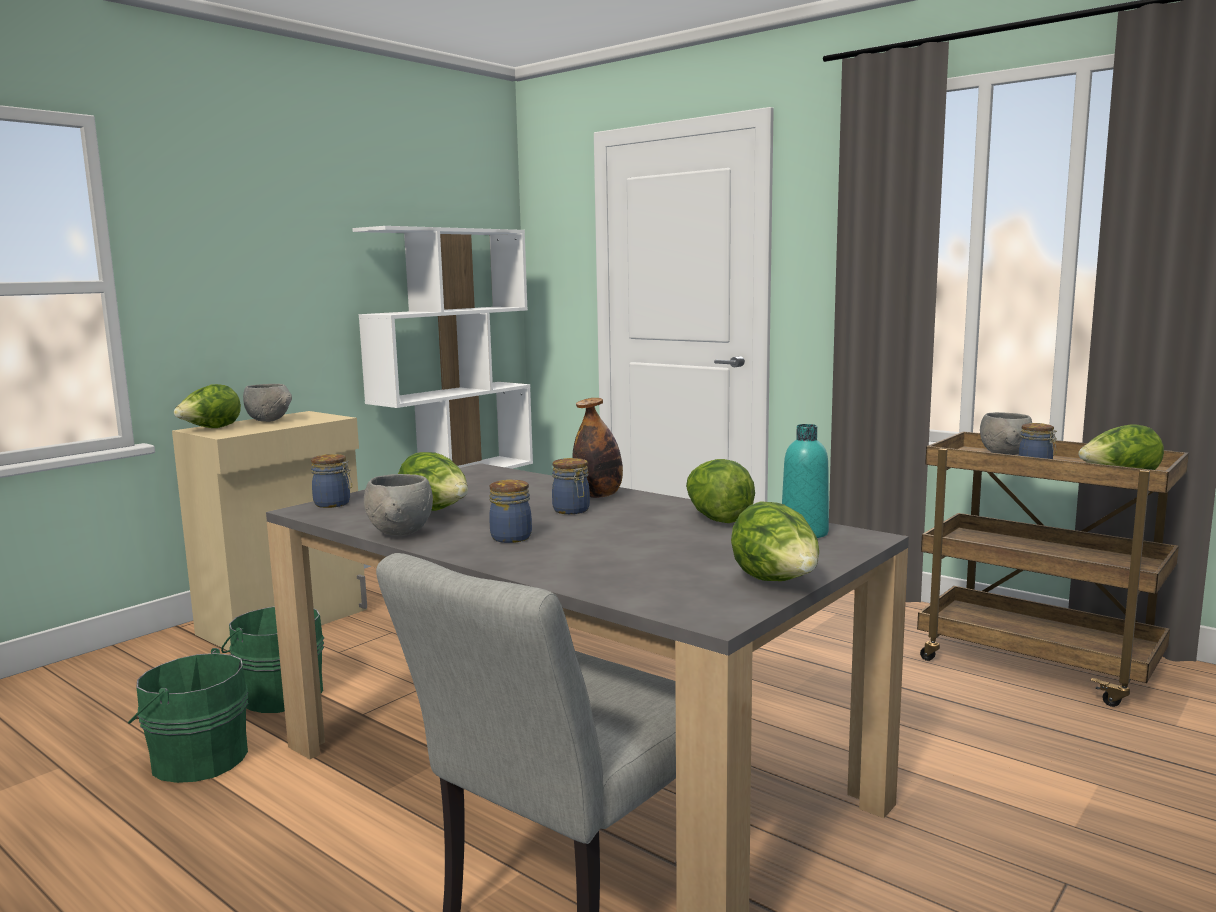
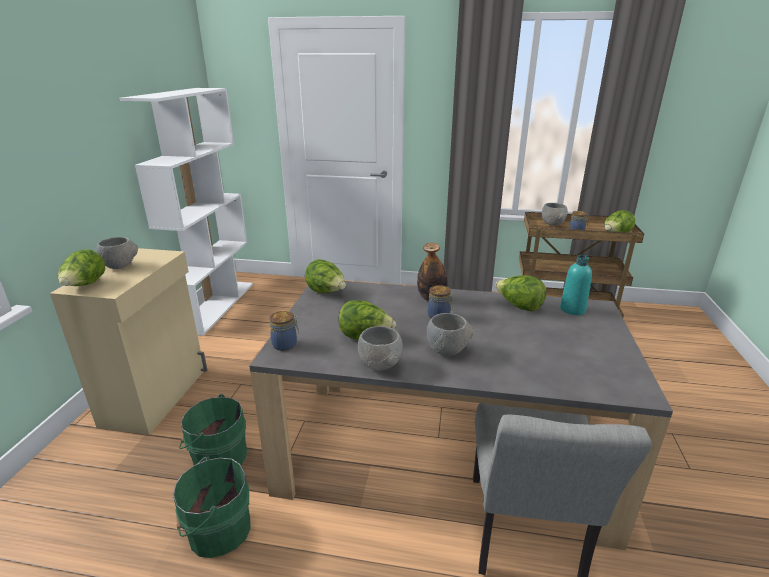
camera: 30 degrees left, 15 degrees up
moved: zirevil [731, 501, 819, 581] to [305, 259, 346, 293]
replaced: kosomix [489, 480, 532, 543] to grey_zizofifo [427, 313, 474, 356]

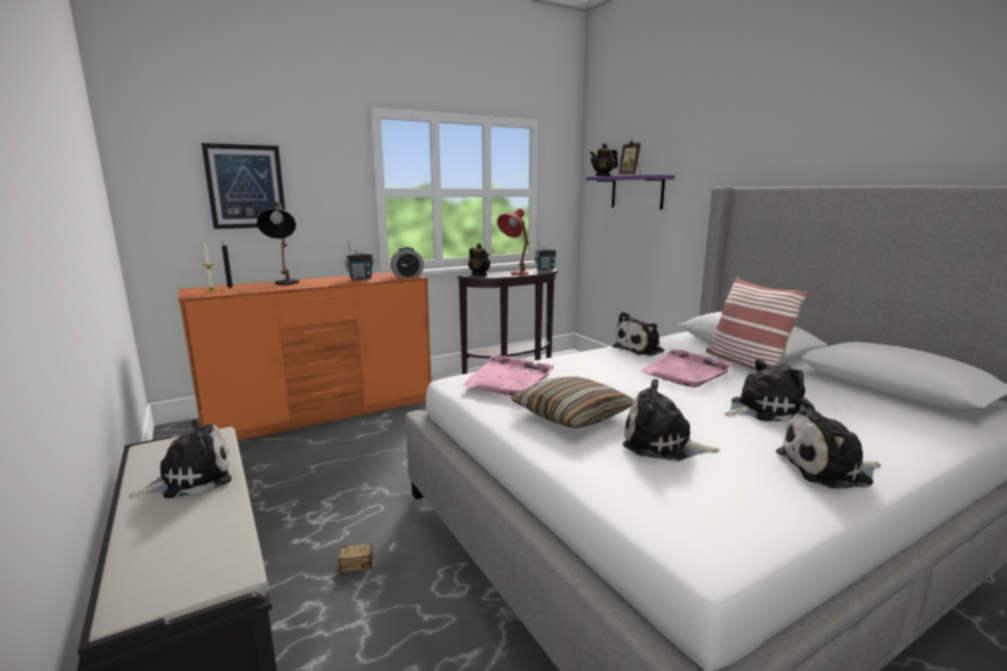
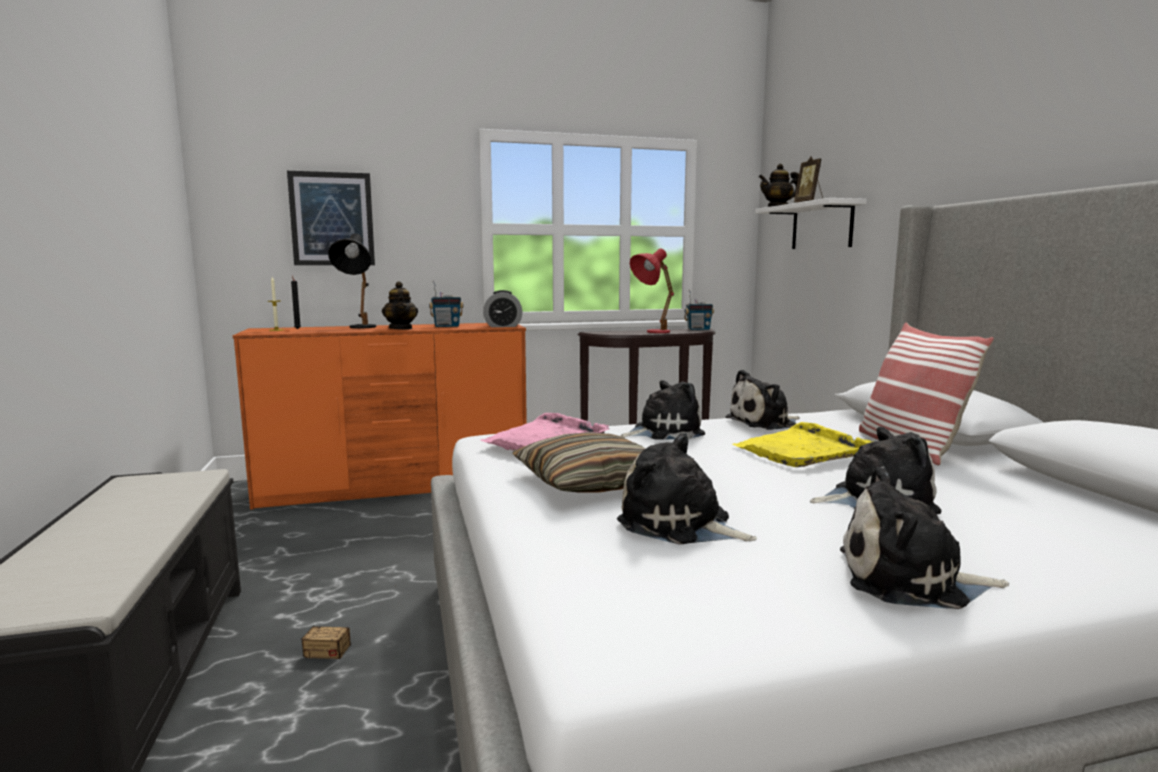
camera: 15 degrees right, 5 degrees down
moved: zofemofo [128, 419, 232, 499] to [620, 380, 705, 440]; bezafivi [468, 243, 491, 277] to [382, 281, 418, 329]
recoloured: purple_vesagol [586, 175, 675, 210] to white_vesagol [755, 198, 867, 249]; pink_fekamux [639, 349, 734, 388] to yellow_fekamux [733, 422, 874, 467]

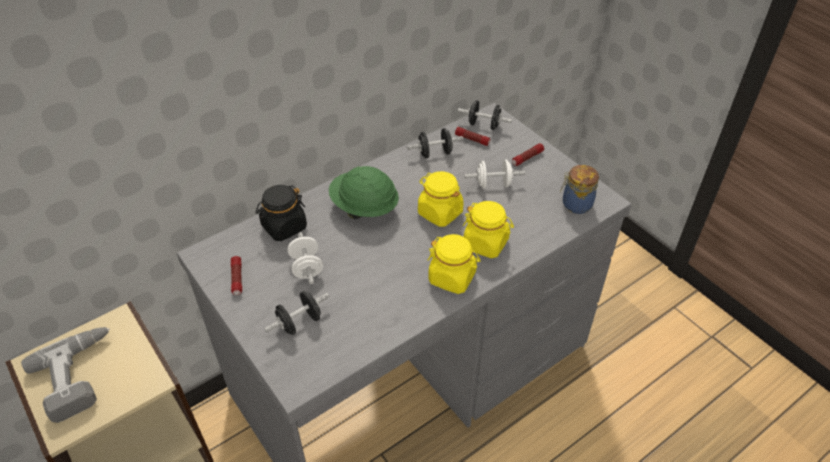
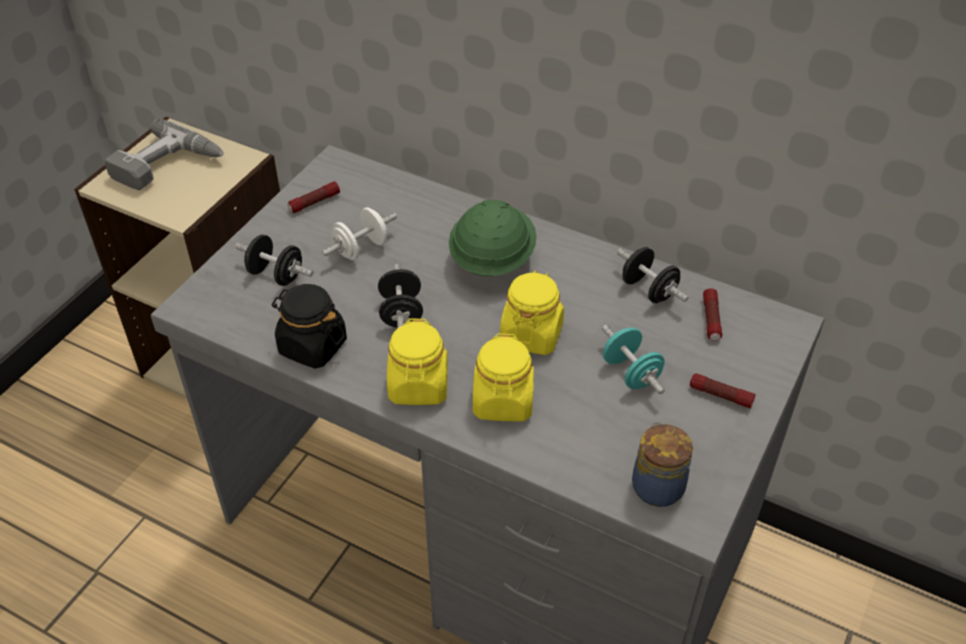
camera: 65 degrees right, 0 degrees up
moved: black_kosomix [255, 185, 307, 241] to [272, 284, 347, 369]; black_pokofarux [458, 100, 512, 130] to [378, 264, 423, 328]
recoloured: white_pokofarux [464, 159, 525, 189] to turquoise_pokofarux [602, 325, 665, 394]

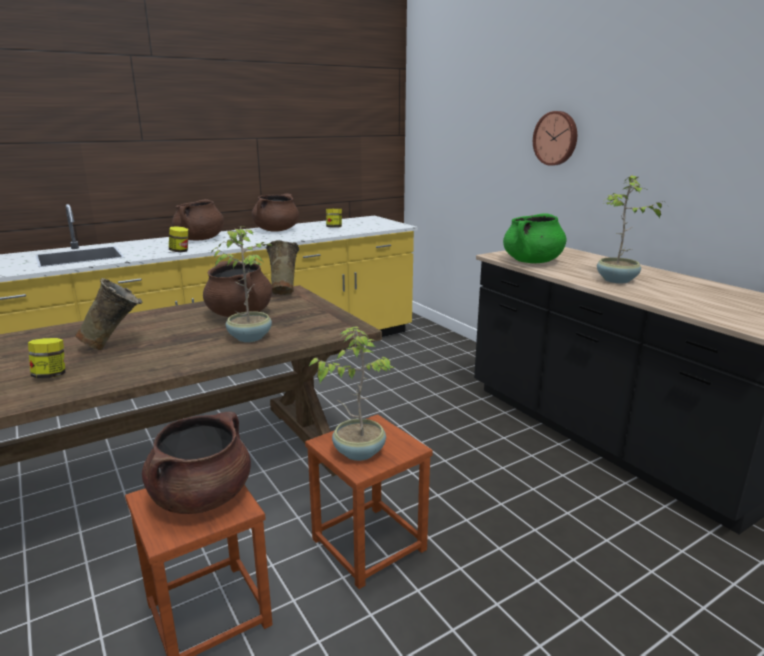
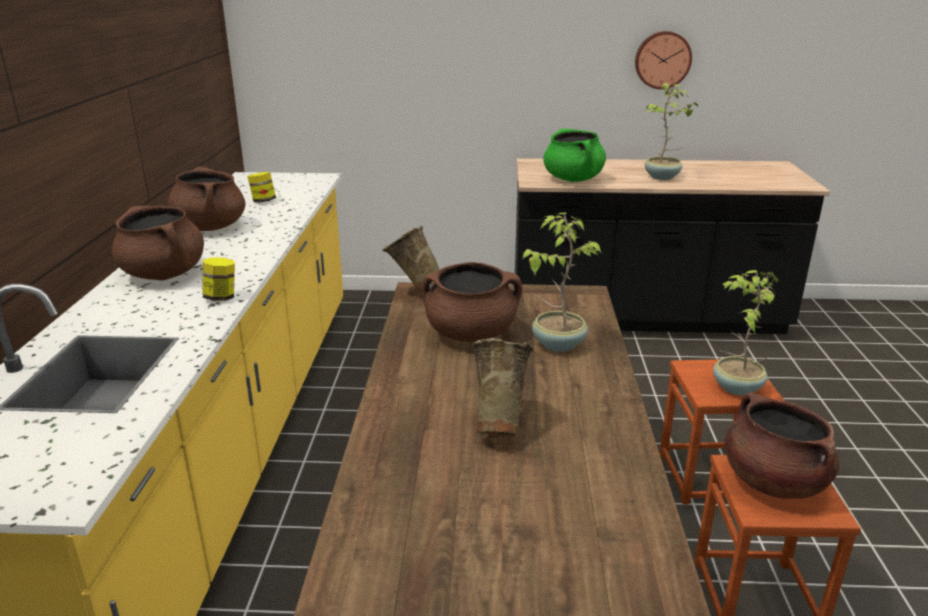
camera: 55 degrees left, 5 degrees up
removed: kosomix [28, 338, 65, 378]
moved: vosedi [533, 111, 577, 166] to [635, 31, 692, 89]

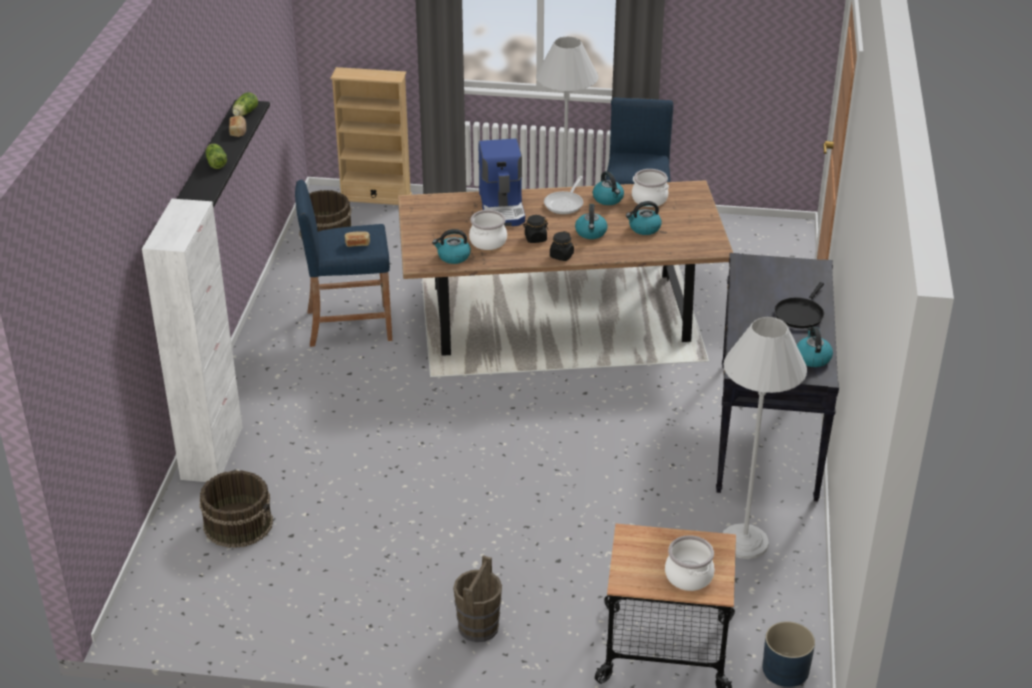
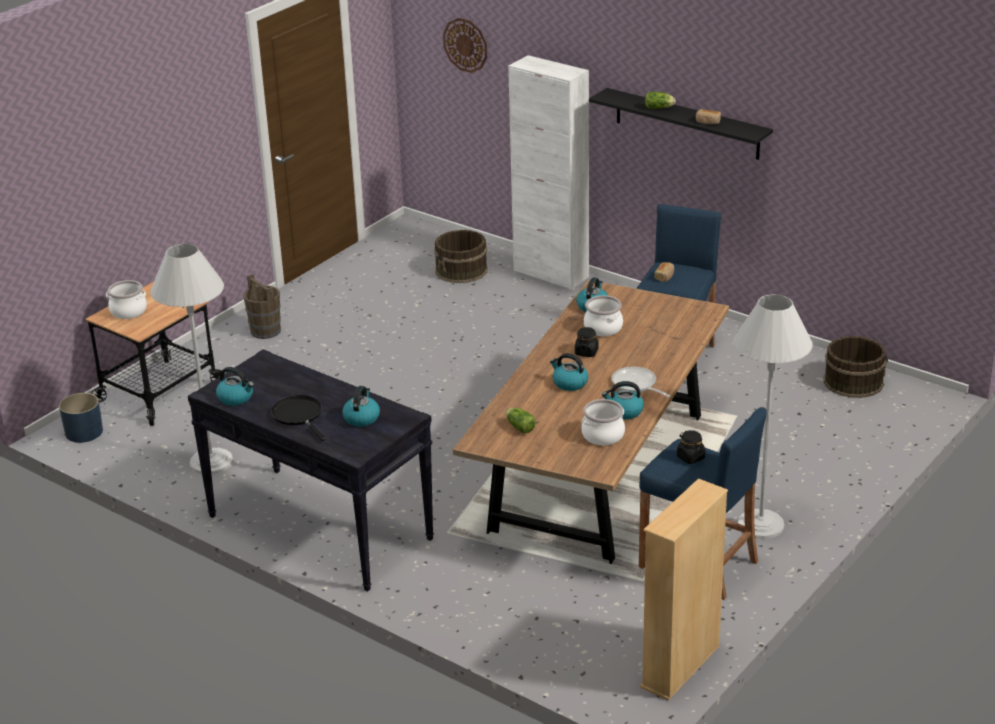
camera: 120 degrees right, 5 degrees down
removed: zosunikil [478, 139, 525, 226]
added: vosedi [443, 18, 487, 73]
moved: zirevil [232, 92, 258, 116] to [506, 408, 536, 433]; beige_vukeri [330, 67, 412, 205] to [640, 478, 728, 701]; black_kosomix [550, 231, 574, 261] to [677, 430, 705, 464]; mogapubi [626, 201, 662, 235] to [342, 386, 380, 427]

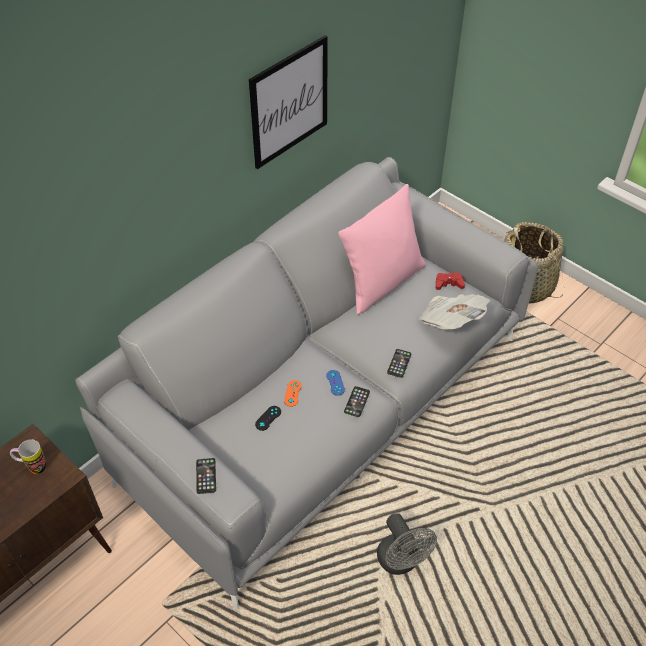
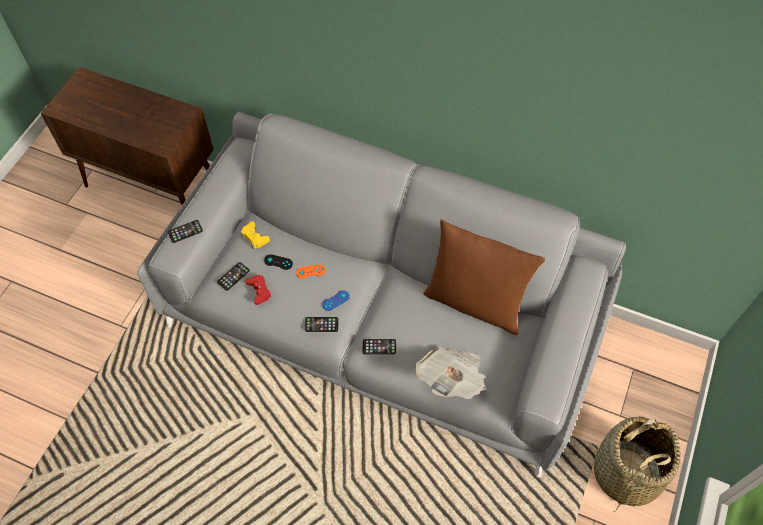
camera: 70 degrees right, 10 degrees up
removed: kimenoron [10, 439, 46, 474]; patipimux [249, 35, 328, 169]; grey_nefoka [377, 513, 437, 575]
added: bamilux [217, 262, 250, 291]; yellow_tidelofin [241, 221, 270, 249]
moved: red_tidelofin [436, 272, 465, 290] to [246, 275, 272, 305]
recoloured: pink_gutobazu [338, 184, 426, 315] to brown_gutobazu [423, 219, 545, 335]

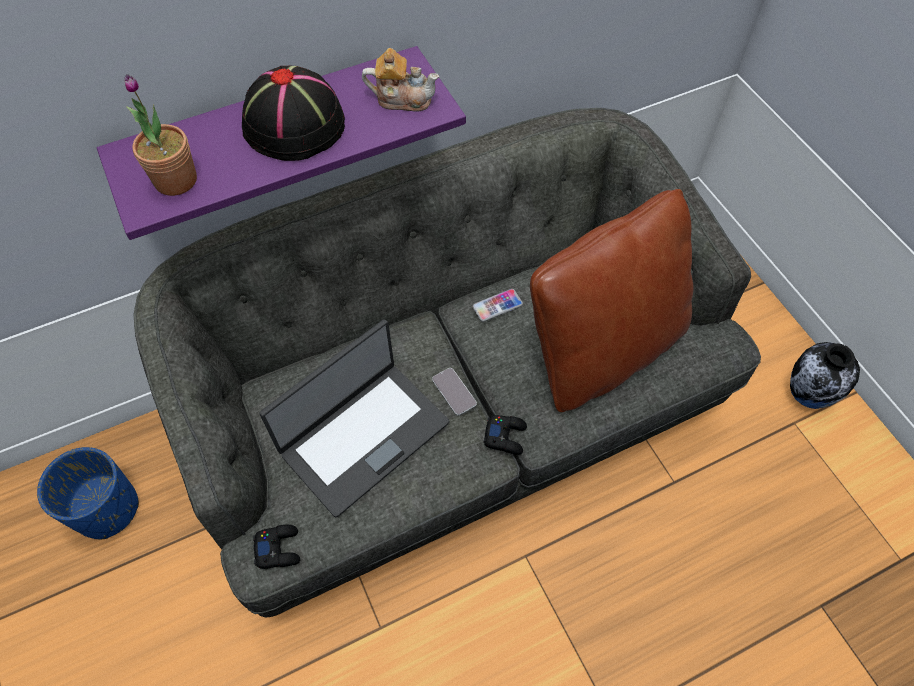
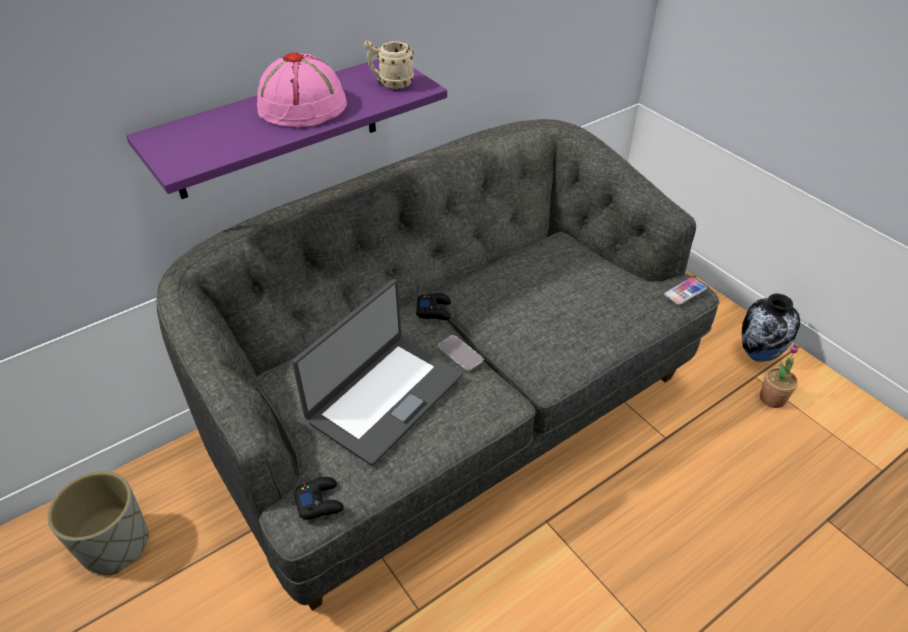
camera: 10 degrees left, 15 degrees down
removed: brown_gutobazu [530, 189, 693, 412]
moved: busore [124, 74, 197, 196] to [760, 344, 799, 408]; bamilux [473, 289, 523, 322] to [664, 278, 707, 305]; black_tidelofin [483, 415, 527, 455] to [416, 293, 451, 320]
replaced: bezafivi [362, 48, 439, 111] to beige_kimenoron [364, 41, 414, 89]
recoloured: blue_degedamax [37, 447, 139, 539] to grey_degedamax [47, 471, 149, 575]; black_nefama [242, 66, 345, 161] to pink_nefama [257, 52, 347, 127]

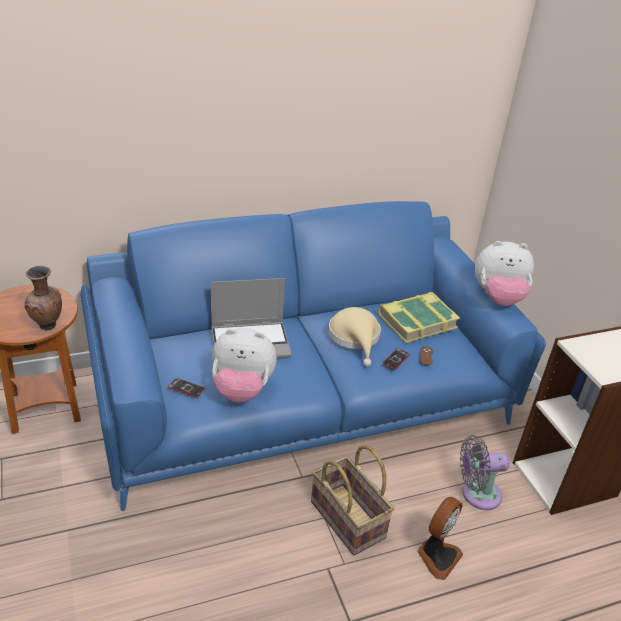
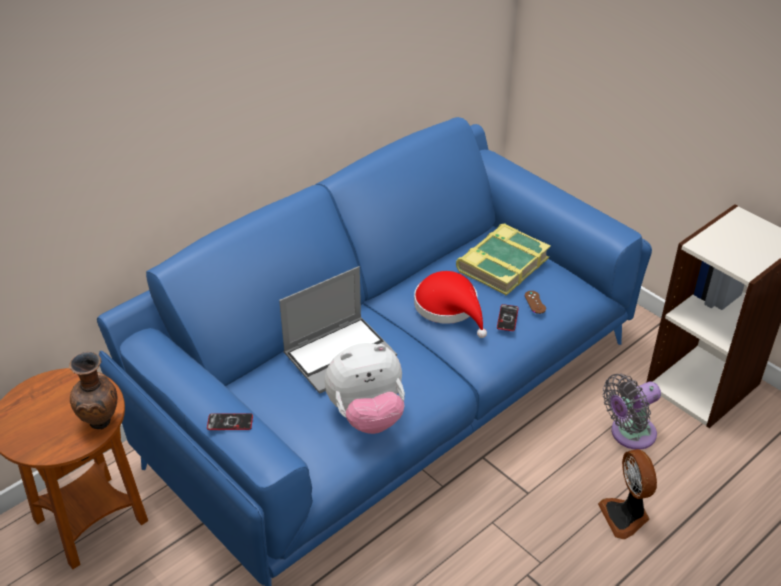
camera: 20 degrees left, 5 degrees up
removed: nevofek [311, 445, 394, 555]; zofemofo [475, 241, 534, 306]
moved: bamilux [168, 378, 205, 398] to [207, 413, 253, 430]
recoloured: beige_nefama [328, 307, 381, 366] to red_nefama [414, 271, 487, 338]
turned: nefoka [417, 497, 463, 580] = [598, 449, 657, 539] 150 degrees clockwise

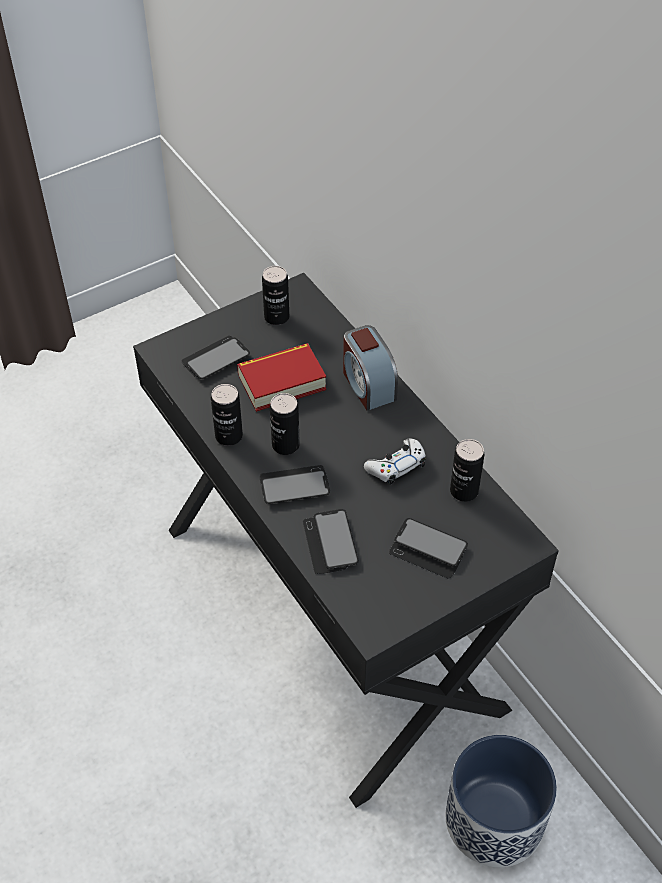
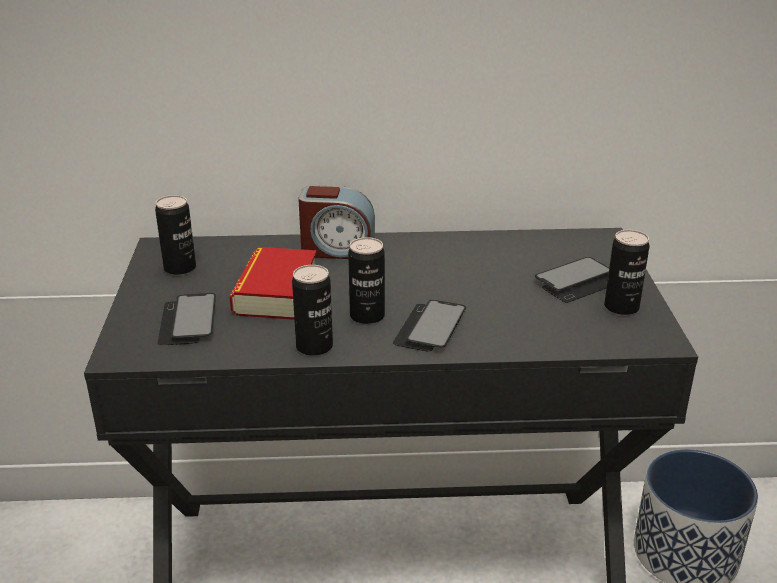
camera: 60 degrees left, 20 degrees down
removed: bamilux [303, 509, 359, 574]; white_tidelofin [364, 438, 425, 485]
moved: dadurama [450, 439, 484, 502] to [604, 230, 650, 316]

